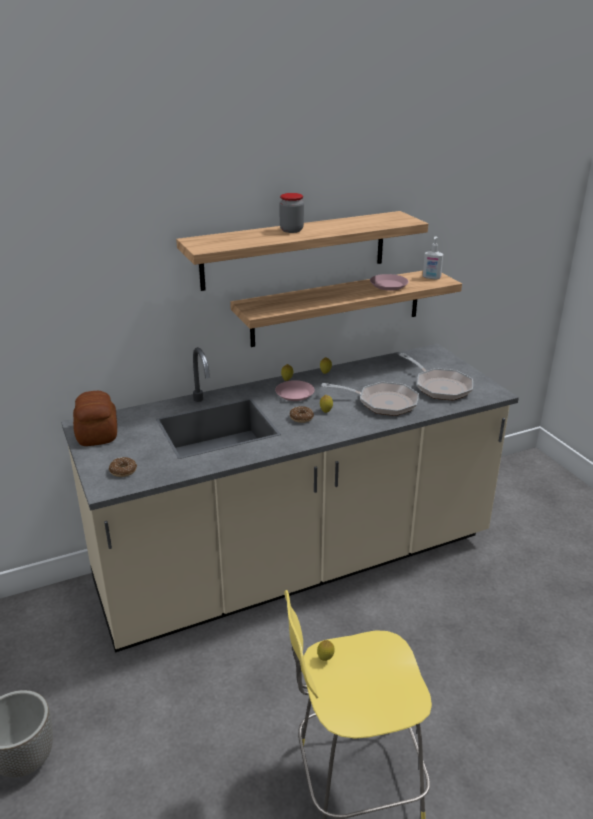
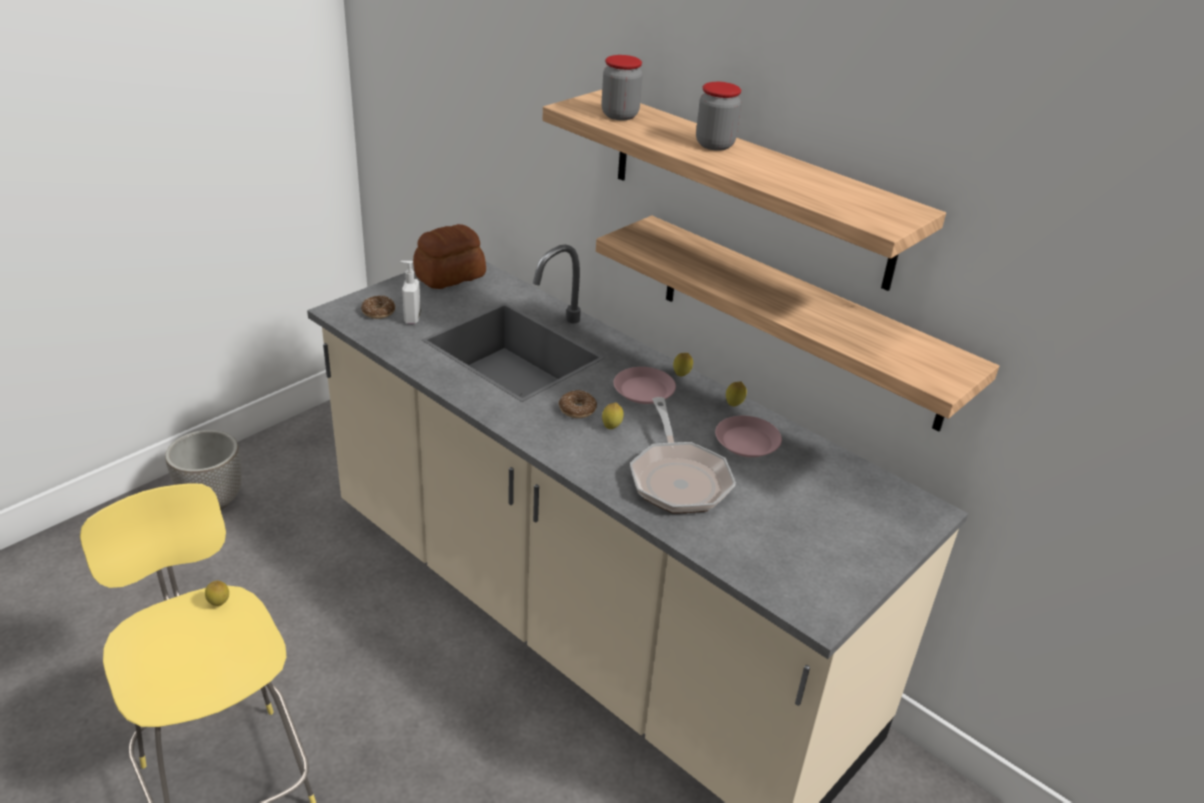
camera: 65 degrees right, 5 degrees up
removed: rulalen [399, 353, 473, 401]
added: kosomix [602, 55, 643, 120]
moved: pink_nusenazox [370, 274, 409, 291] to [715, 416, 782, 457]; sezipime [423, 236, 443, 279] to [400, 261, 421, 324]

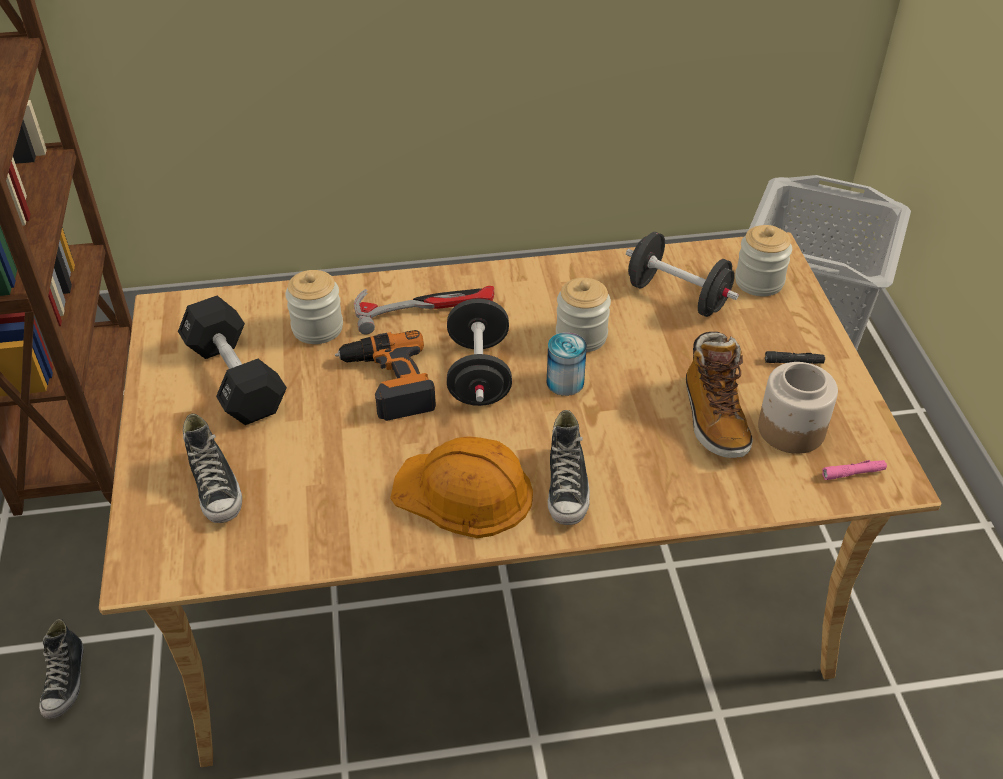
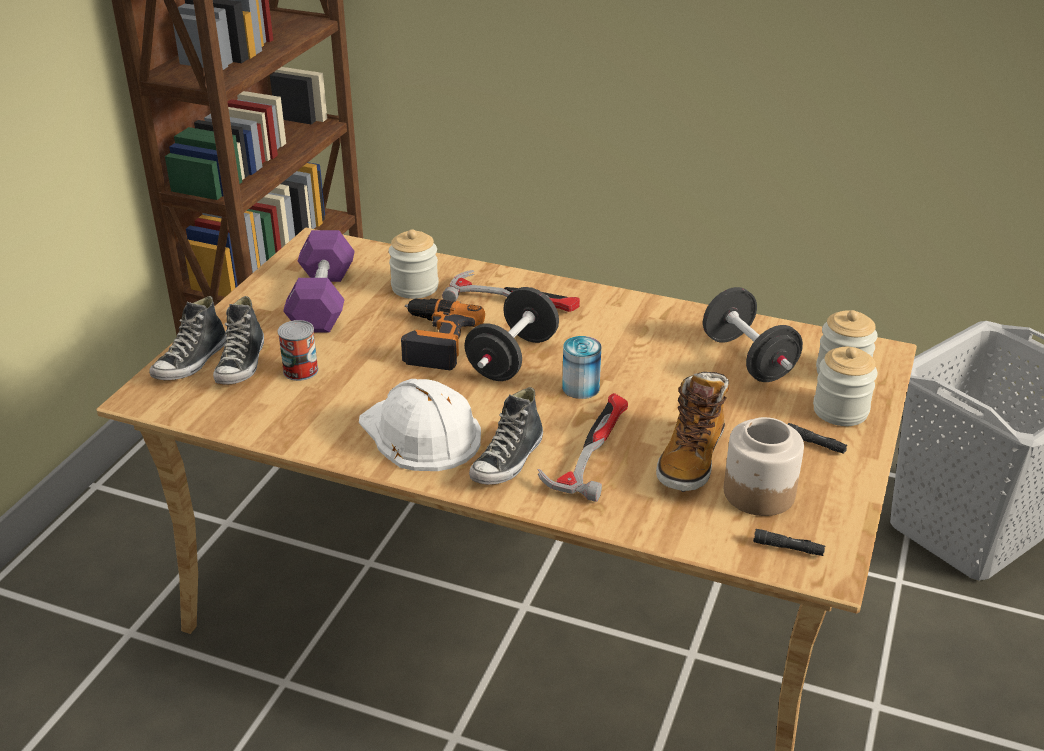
camera: 30 degrees right, 10 degrees down
added: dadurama [278, 320, 319, 381]; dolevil [538, 393, 628, 502]
moved: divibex [39, 619, 84, 719] to [149, 296, 226, 380]; kosomix [556, 278, 611, 352] to [813, 347, 878, 426]
recoloured: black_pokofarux [178, 296, 287, 425] to purple_pokofarux [283, 230, 355, 332]; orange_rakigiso [390, 436, 533, 538] to white_rakigiso [359, 379, 481, 471]; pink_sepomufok [822, 460, 887, 480] to black_sepomufok [753, 529, 825, 556]

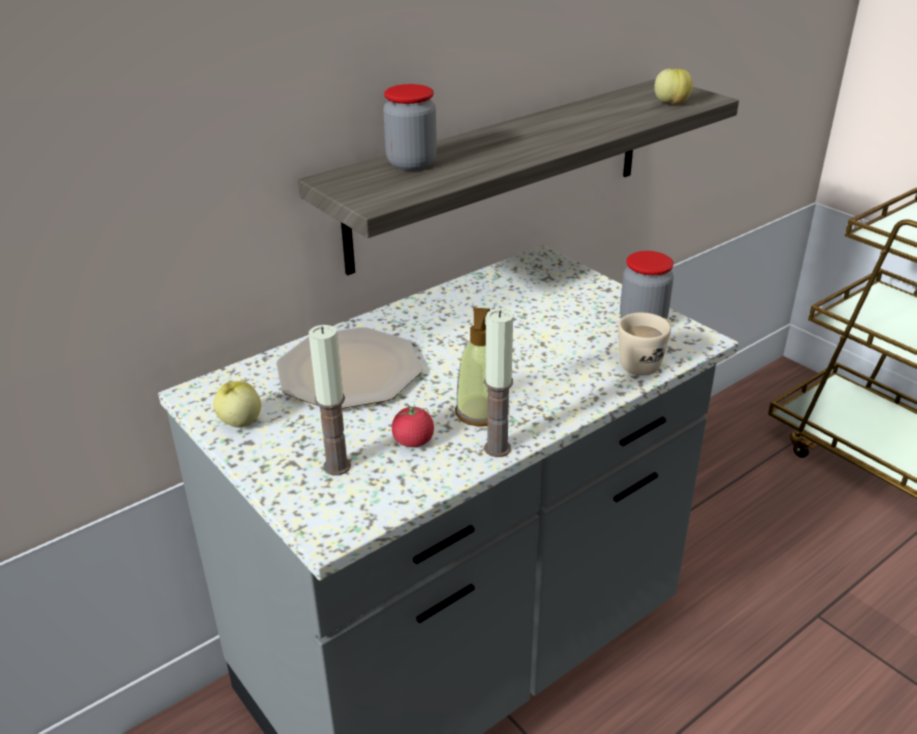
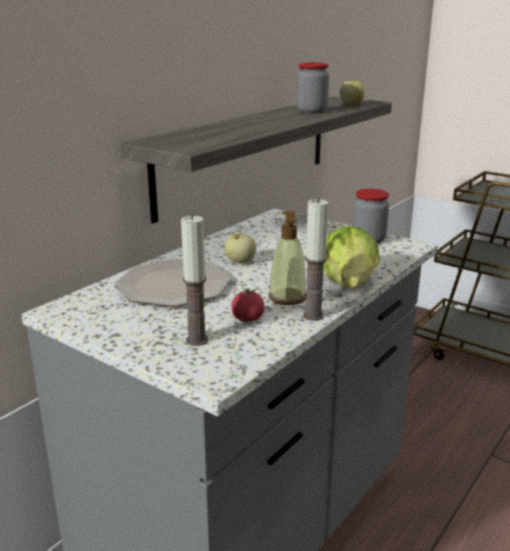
camera: 15 degrees left, 10 degrees down
removed: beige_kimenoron [618, 313, 671, 376]
added: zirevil [323, 225, 380, 288]
moved: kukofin [213, 381, 261, 428] to [225, 233, 257, 263]; kosomix [383, 84, 437, 171] to [296, 62, 329, 113]

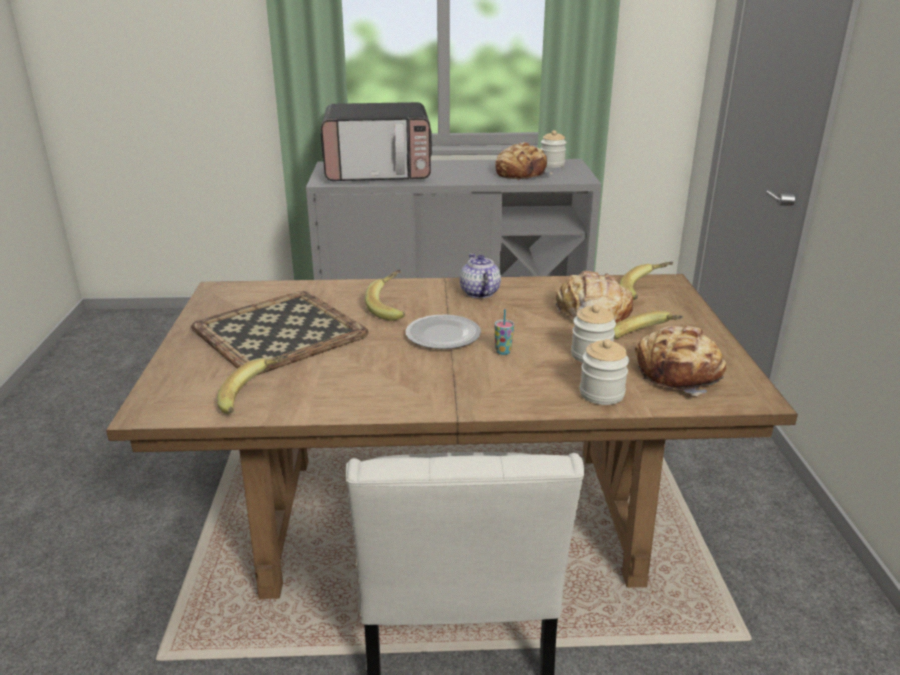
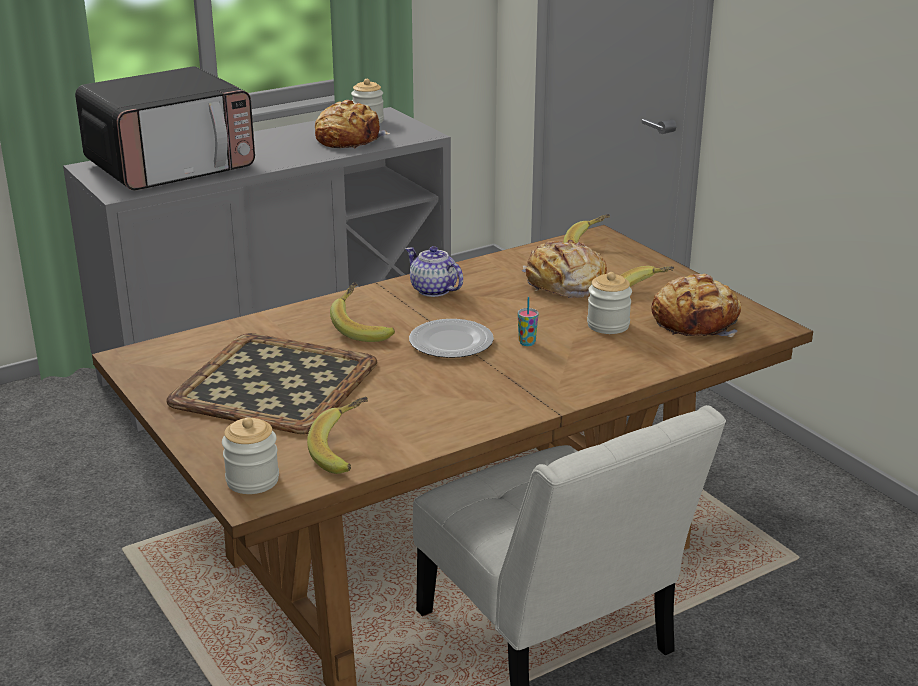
camera: 30 degrees left, 0 degrees up
moved: kosomix [580, 339, 629, 405] to [222, 417, 279, 494]

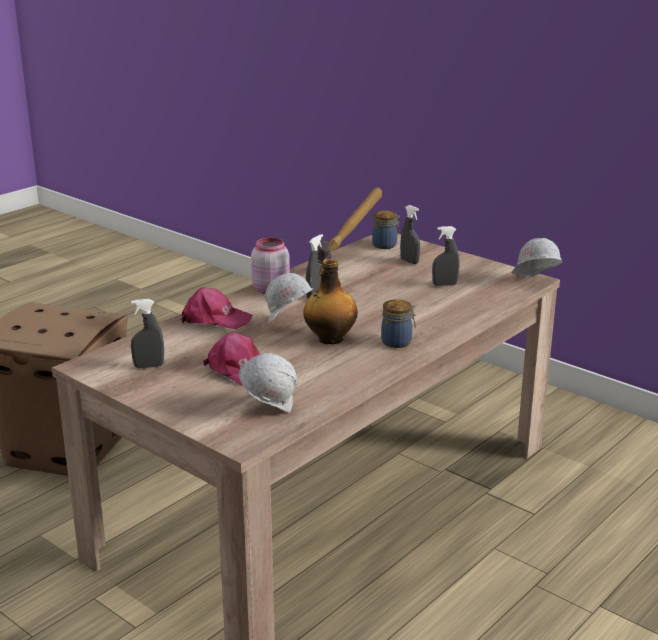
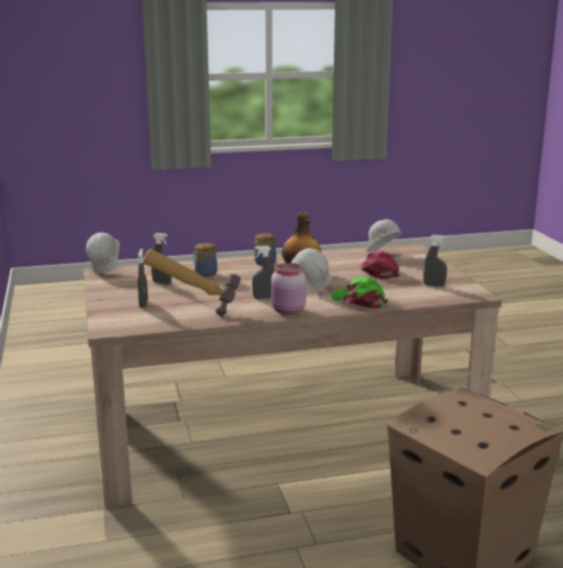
camera: 145 degrees left, 5 degrees down
moved: kosomix [372, 210, 400, 249] to [193, 243, 217, 277]
recoloured: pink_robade [181, 288, 252, 329] to green_robade [331, 277, 388, 308]

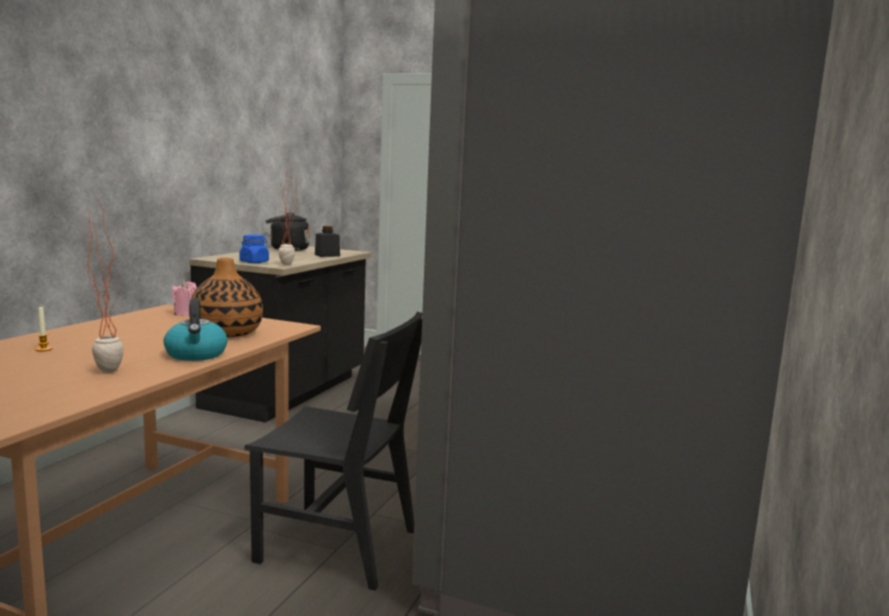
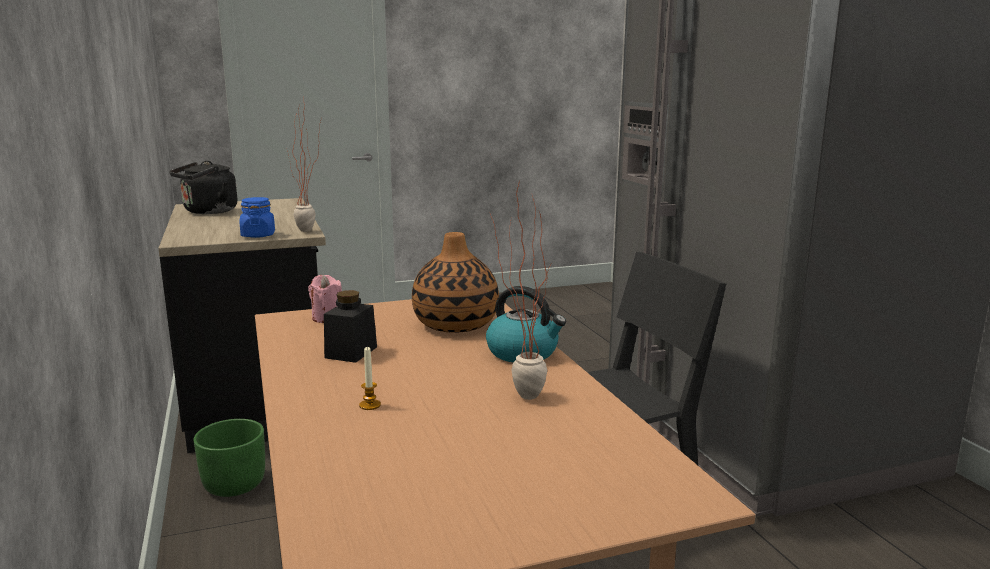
camera: 40 degrees left, 5 degrees up
added: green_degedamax [193, 419, 265, 497]
moved: black_kosomix [315, 226, 340, 257] to [324, 290, 377, 363]

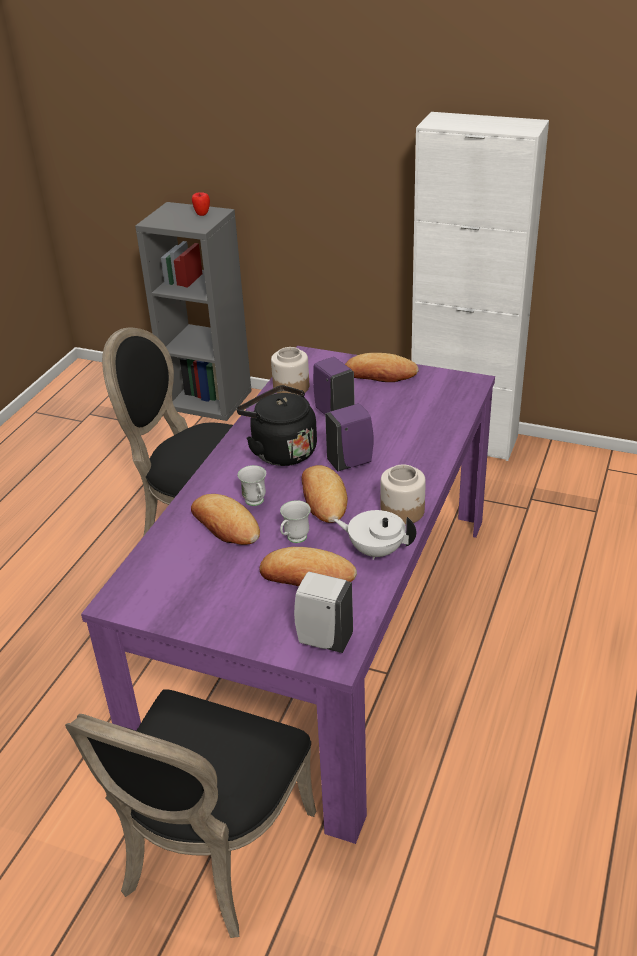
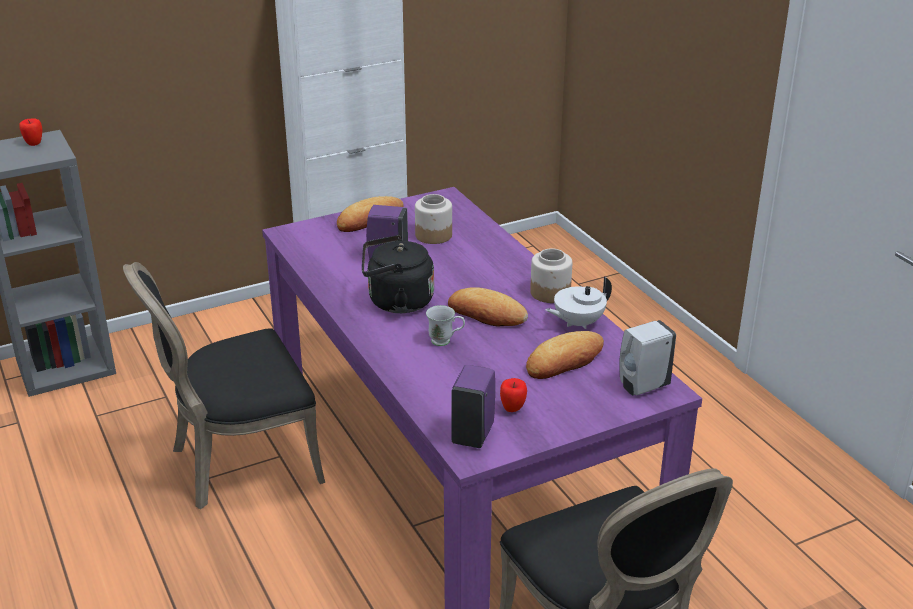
camera: 50 degrees left, 5 degrees down
removed: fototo [191, 494, 260, 545]; white_kimenoron [280, 500, 311, 543]
added: kukofin [500, 378, 527, 412]
moved: kosomix [271, 347, 309, 395] to [415, 194, 452, 244]; purple_sezipime [325, 403, 373, 471] to [451, 365, 495, 448]

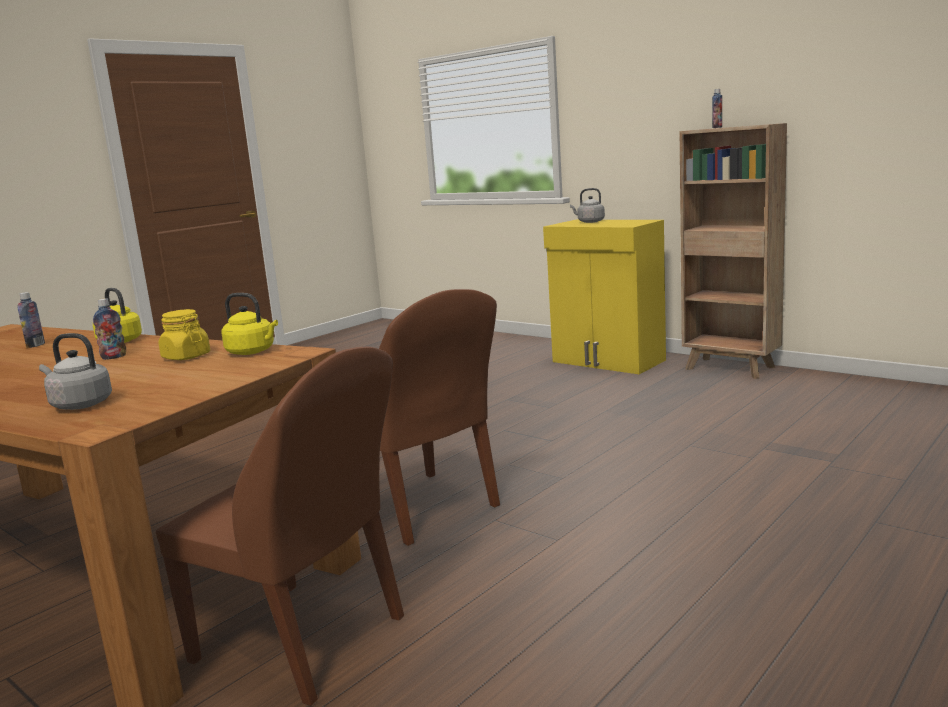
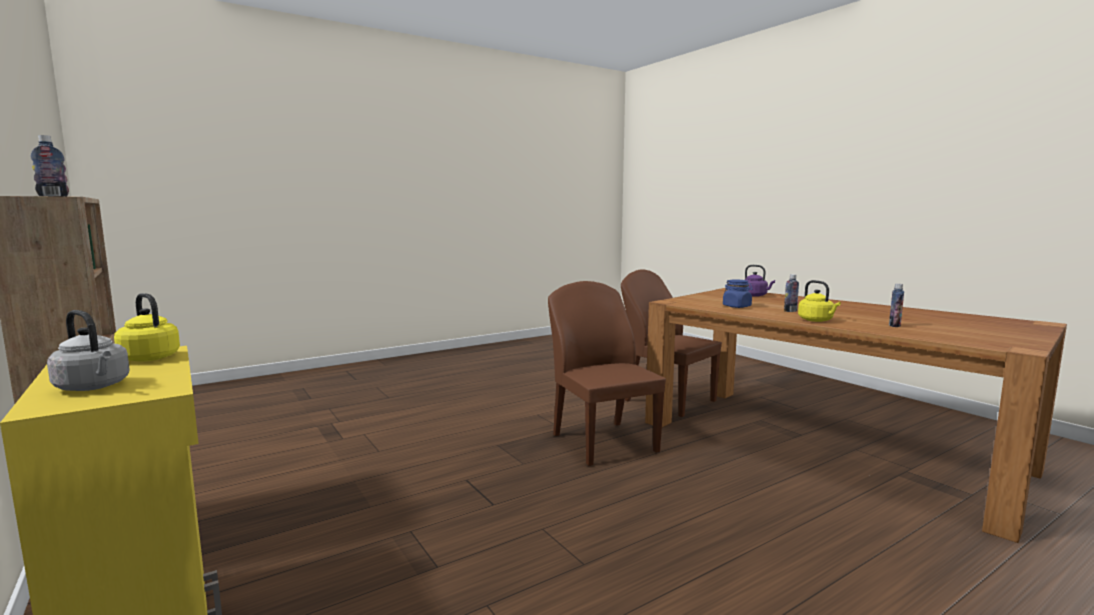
camera: 165 degrees left, 5 degrees down
moved: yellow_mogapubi [221, 293, 278, 355] to [114, 293, 180, 362]
recoloured: grey_mogapubi [39, 333, 112, 410] to purple_mogapubi [745, 265, 775, 297]; yellow_kosomix [159, 309, 210, 360] to blue_kosomix [723, 279, 753, 308]

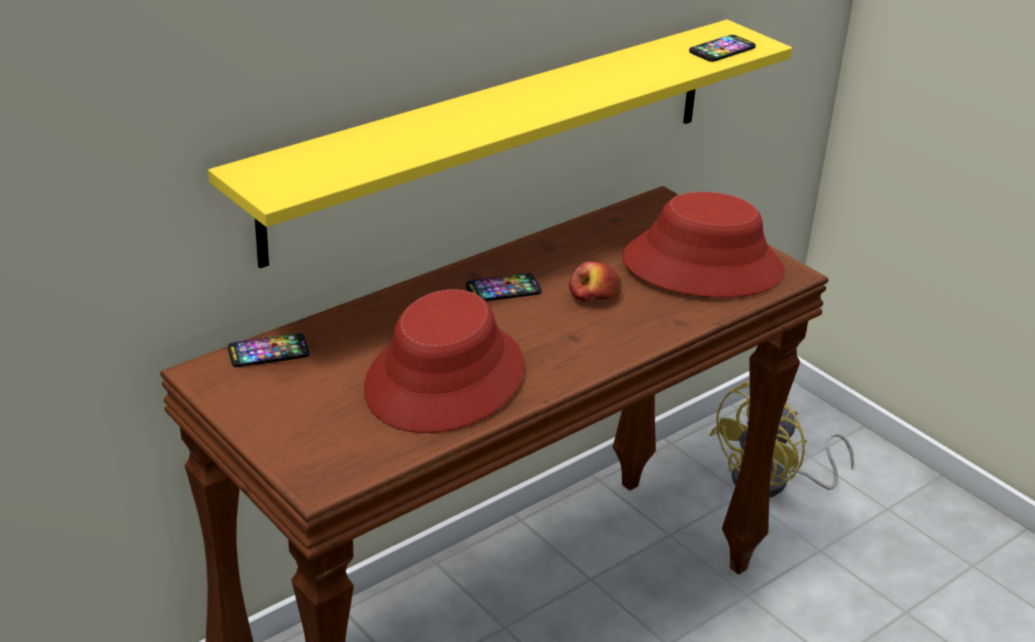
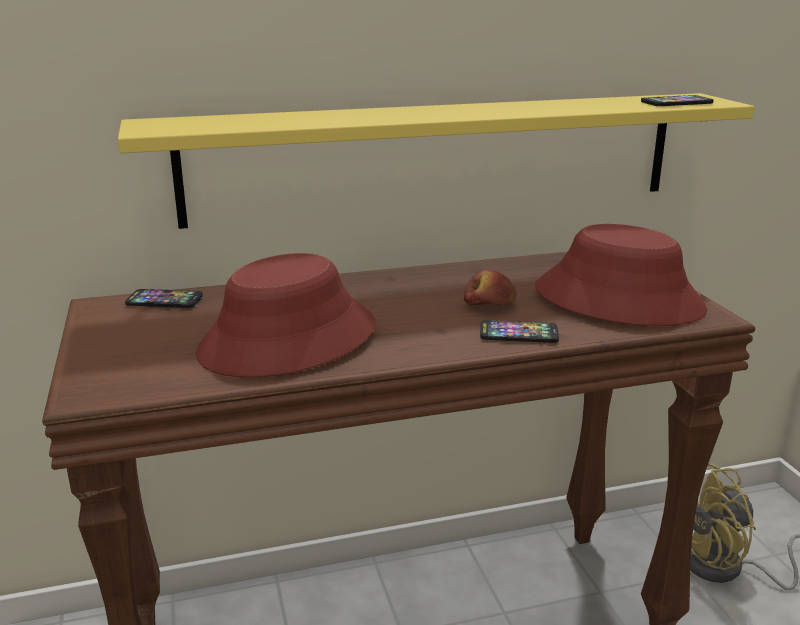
camera: 25 degrees right, 10 degrees down
moved: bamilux [466, 273, 542, 301] to [480, 320, 559, 343]

